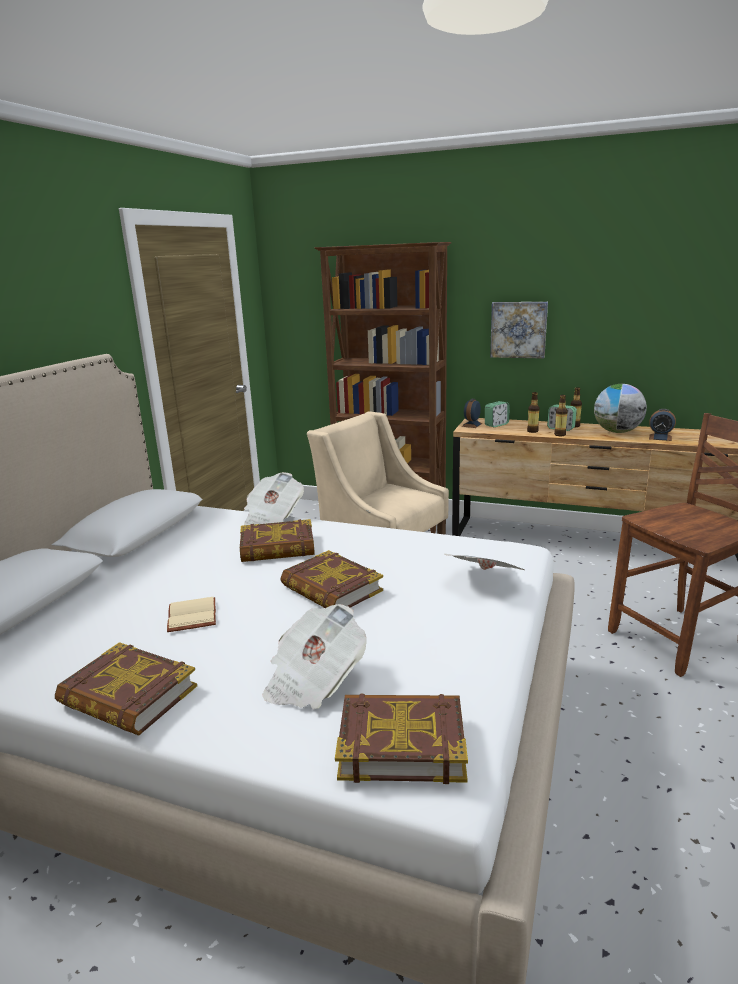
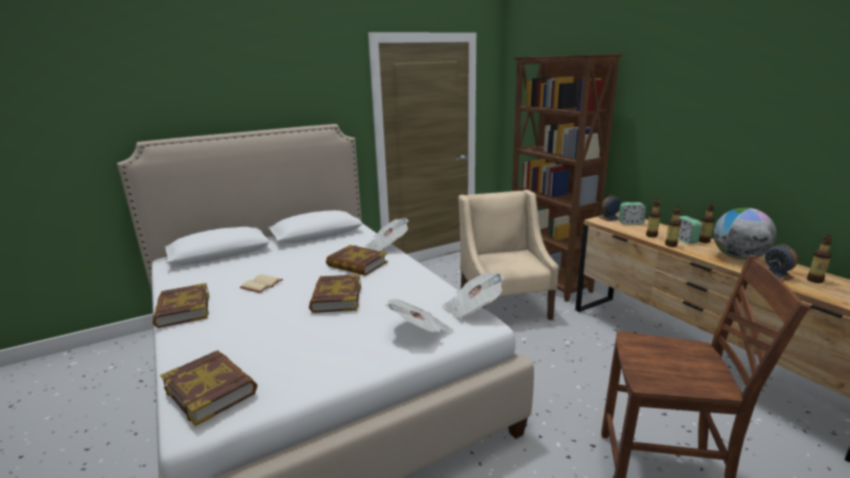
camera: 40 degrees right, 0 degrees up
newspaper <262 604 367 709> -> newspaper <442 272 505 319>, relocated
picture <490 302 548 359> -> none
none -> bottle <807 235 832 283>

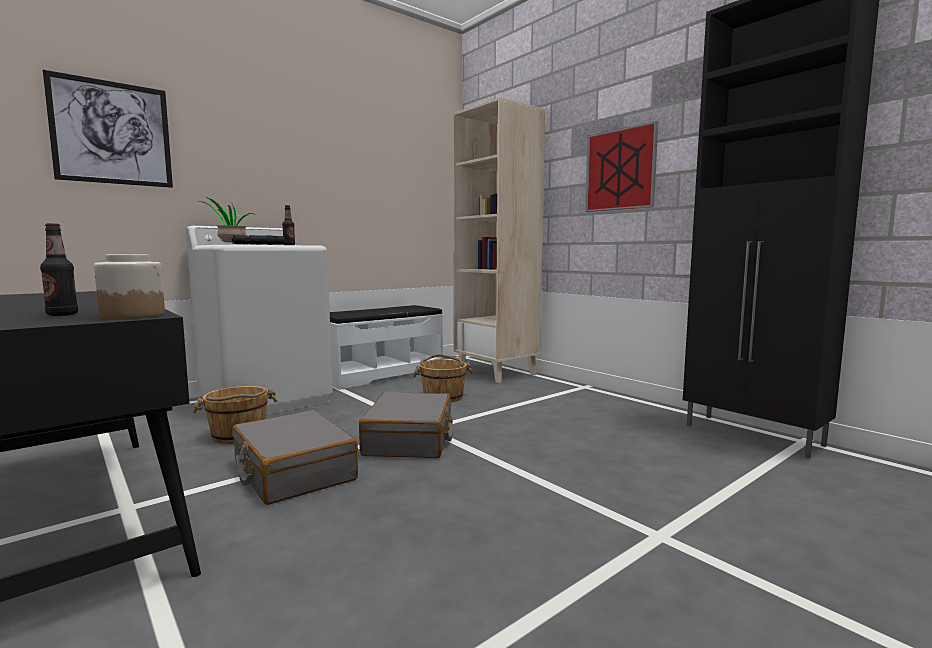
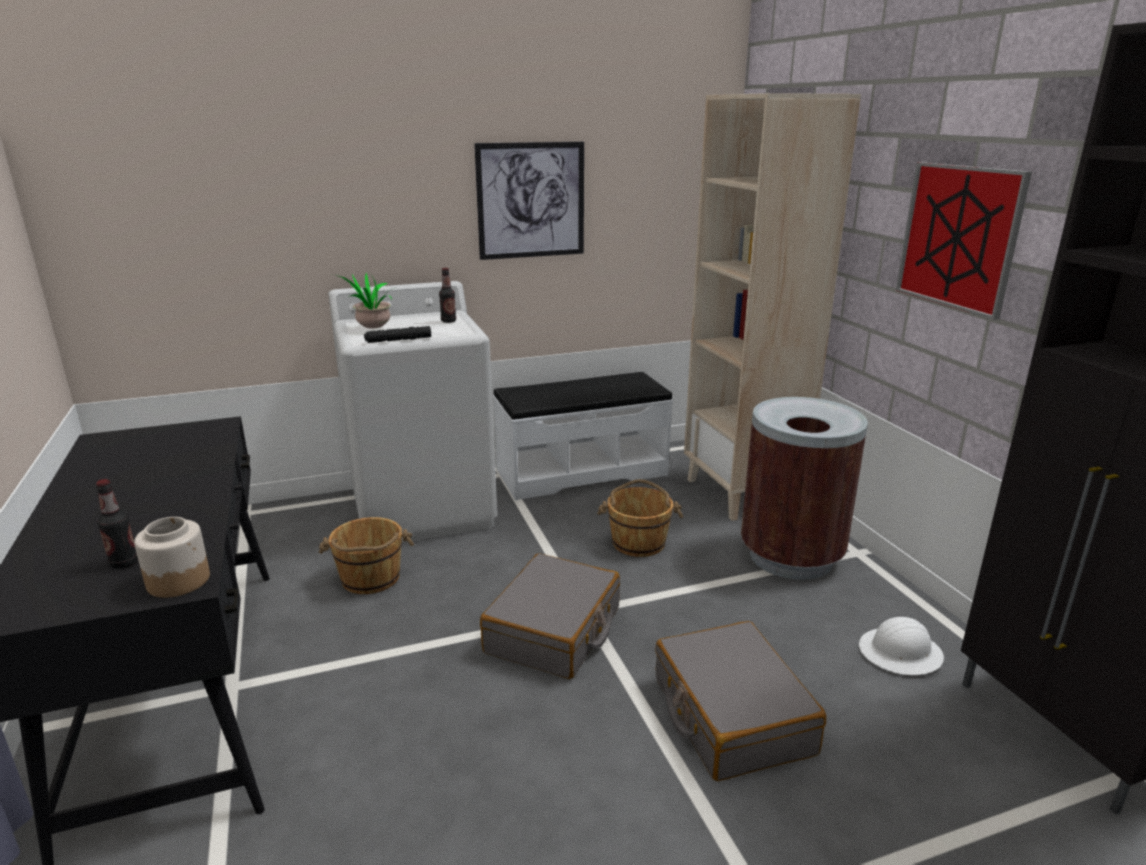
camera: 20 degrees right, 15 degrees up
picture <43 70 173 188> -> picture <474 142 584 260>, relocated
grey suitcase <232 410 358 505> -> grey suitcase <655 621 826 781>, relocated
none -> brown trash can <741 397 868 580>
none -> white hard hat <859 617 944 675>

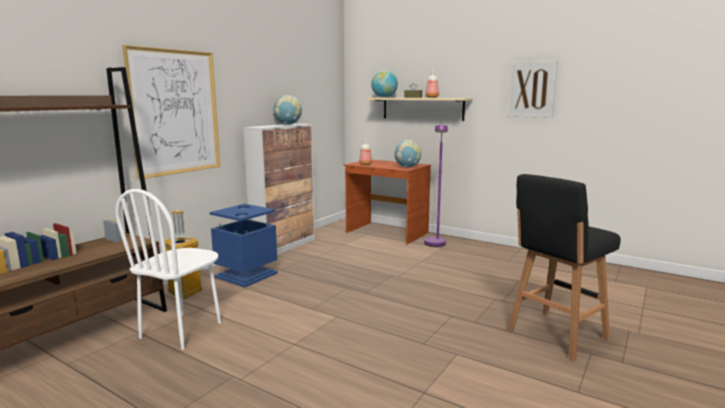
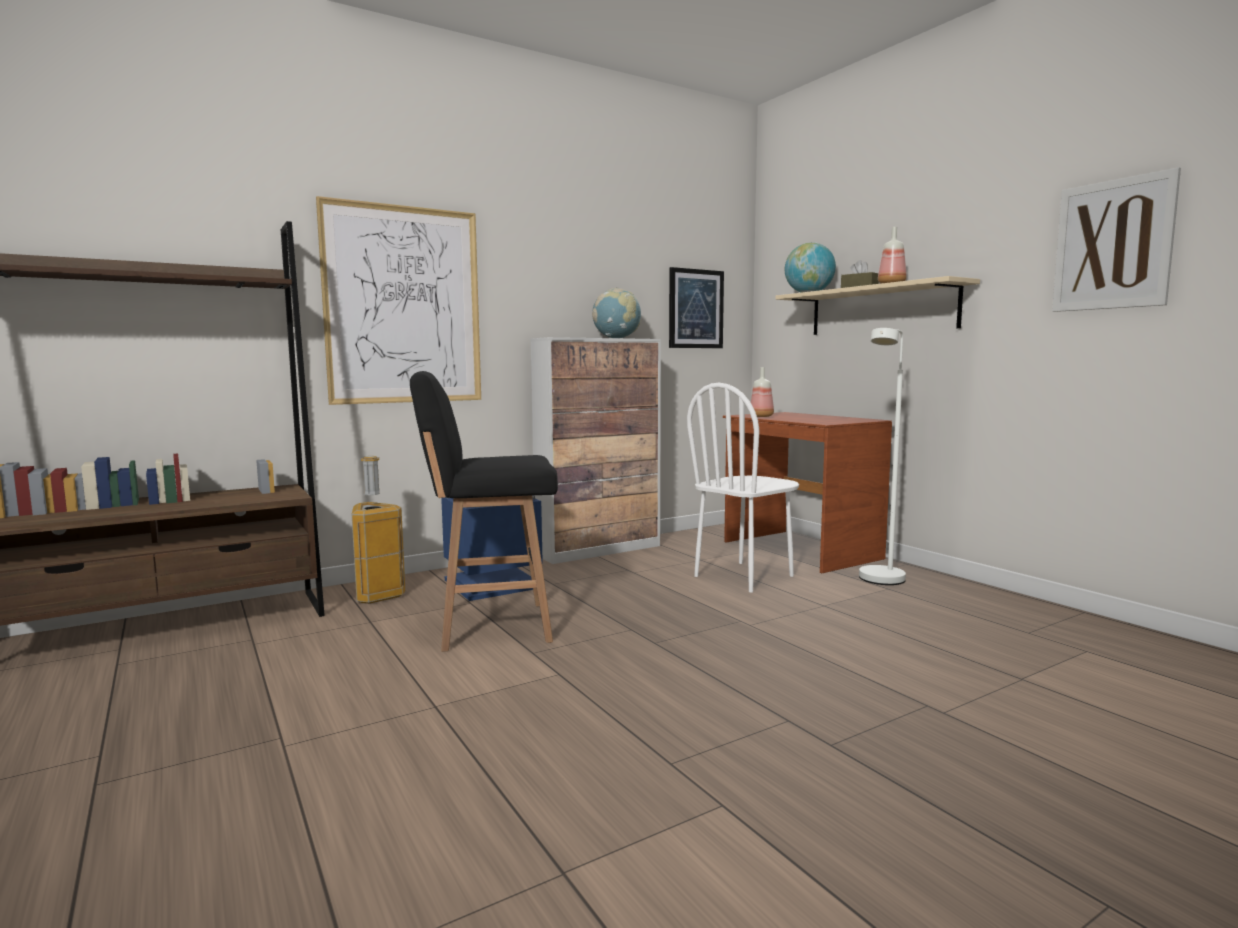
camera: 25 degrees right, 5 degrees down
white chair <115 189 221 350> -> white chair <687 383 799 593>, relocated
globe <394 140 421 167> -> none
purple floor lamp <424 123 448 247> -> white floor lamp <859 328 906 585>
black stool <507 174 621 361> -> black stool <410 371 558 652>, relocated
none -> picture <669 267 724 348>

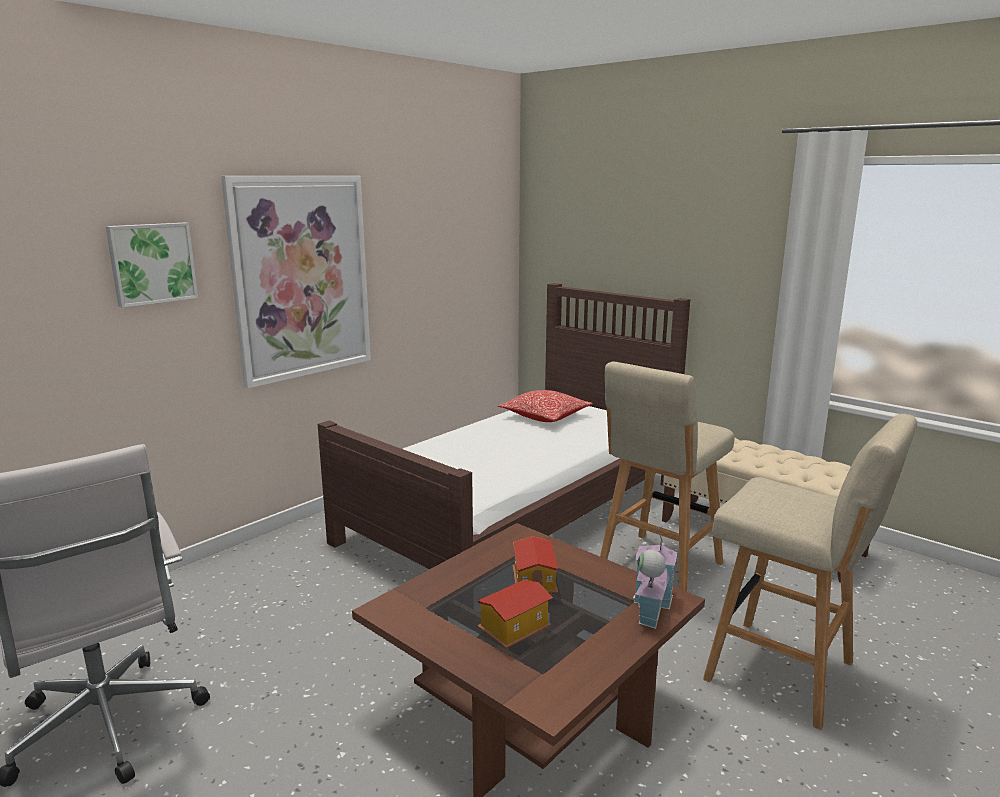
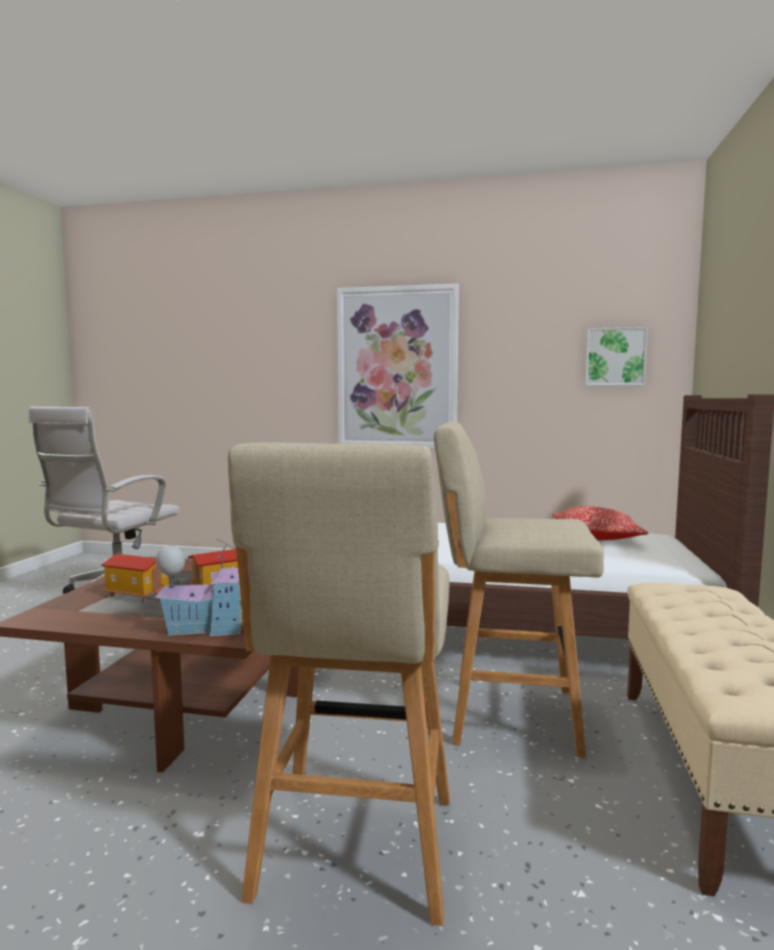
camera: 60 degrees right, 10 degrees down
picture <106 223 198 308> -> picture <585 327 648 386>, relocated

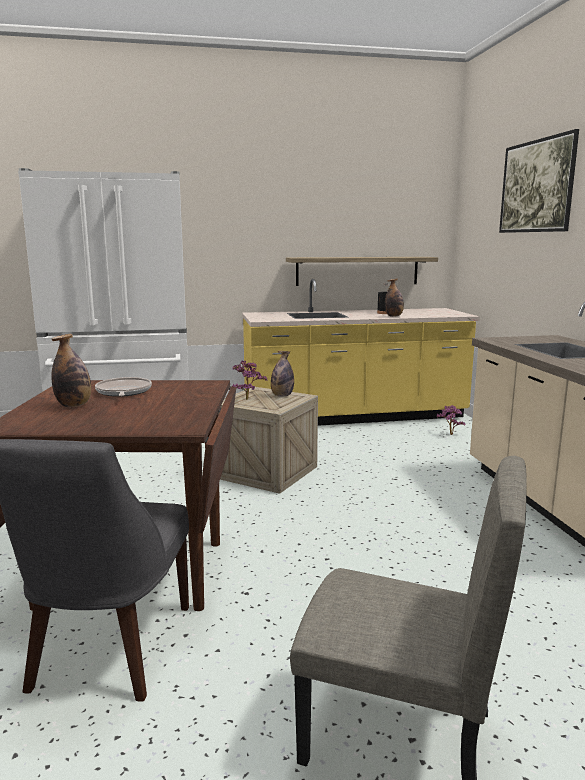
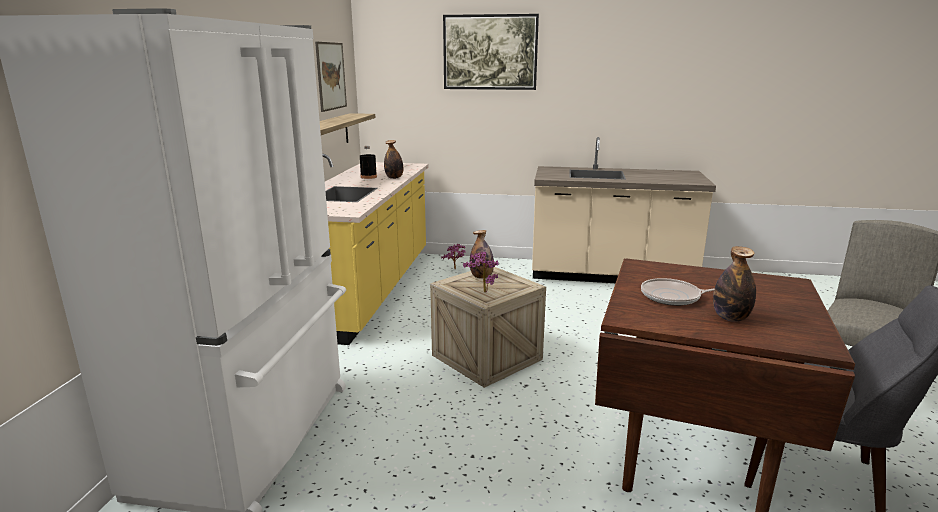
camera: 70 degrees left, 5 degrees up
none -> picture <315 42 347 112>

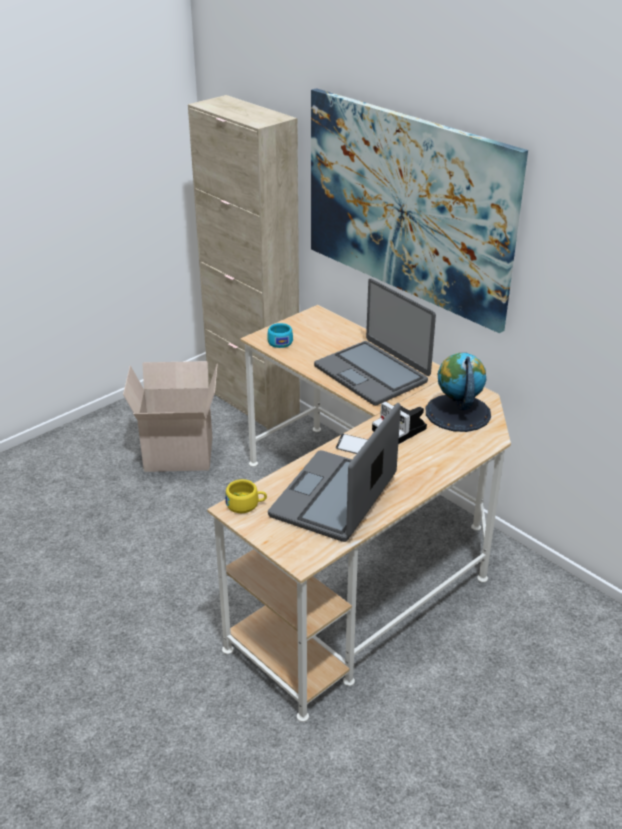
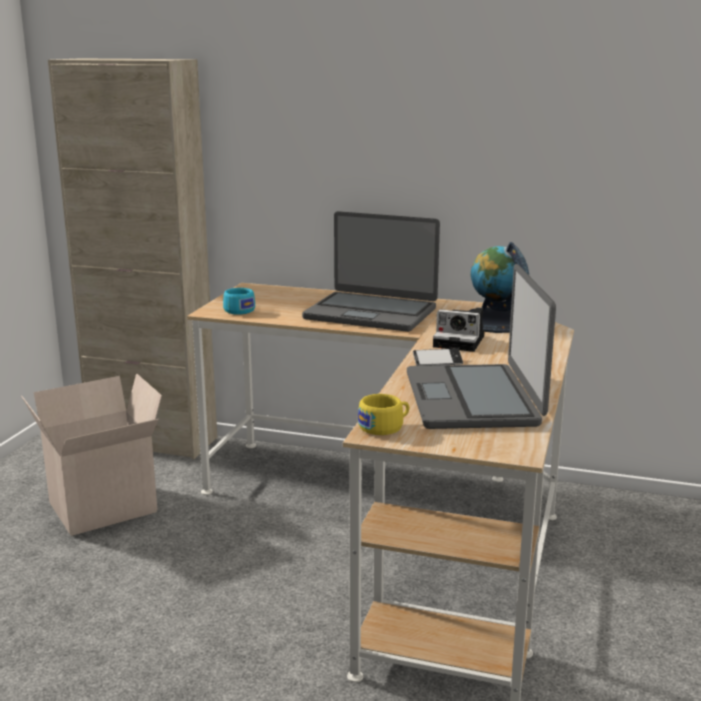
camera: 30 degrees left, 15 degrees down
picture <311 88 528 333> -> none

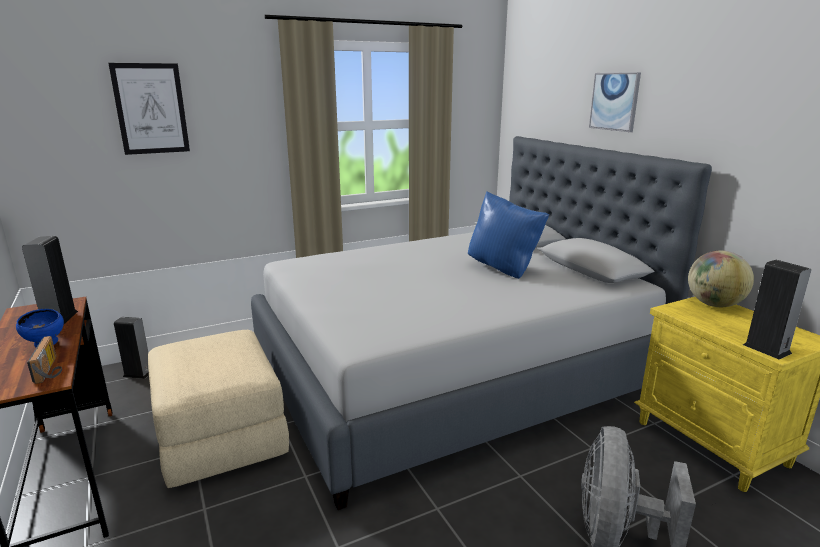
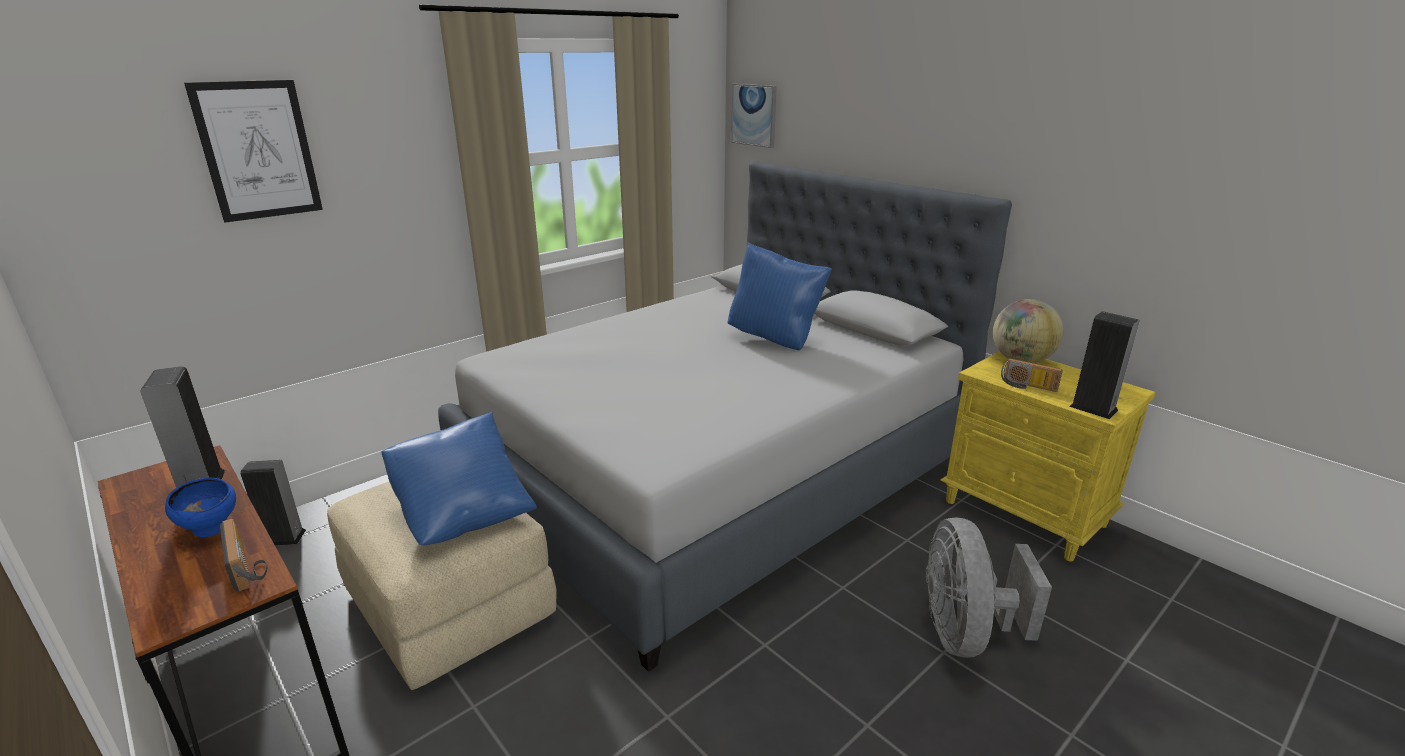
camera: 15 degrees left, 5 degrees up
picture <589 72 641 132> -> picture <731 84 777 148>, relocated
none -> blue pillow <381 412 537 545>
none -> radio <1001 358 1063 392>

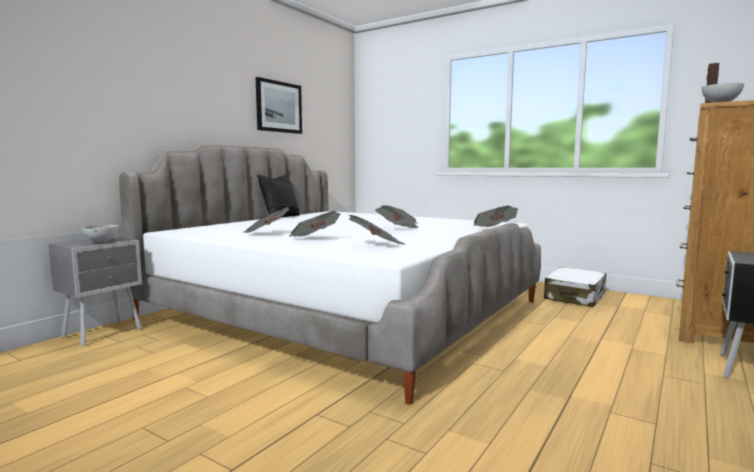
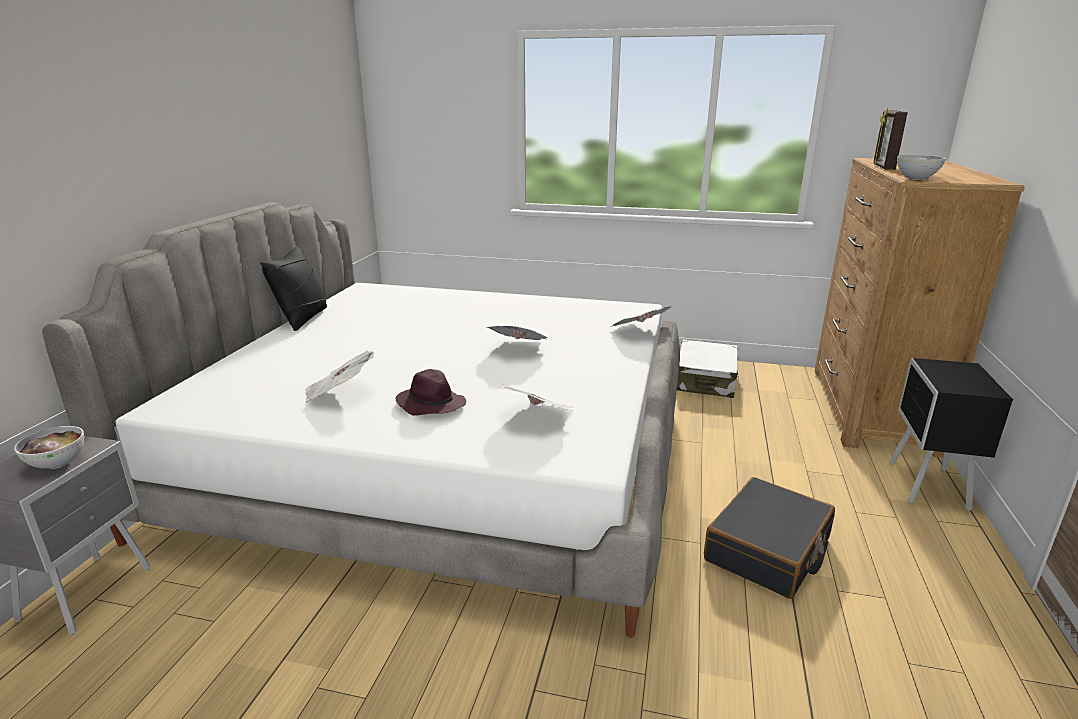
camera: 20 degrees left, 15 degrees up
picture <255 77 302 134> -> none
newspaper <289 211 341 237> -> purple hat <396 369 466 416>
none -> black suitcase <704 477 835 599>

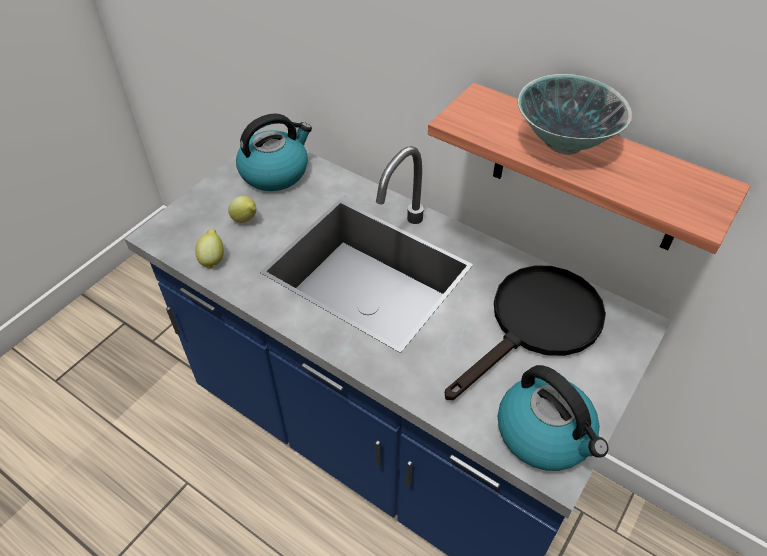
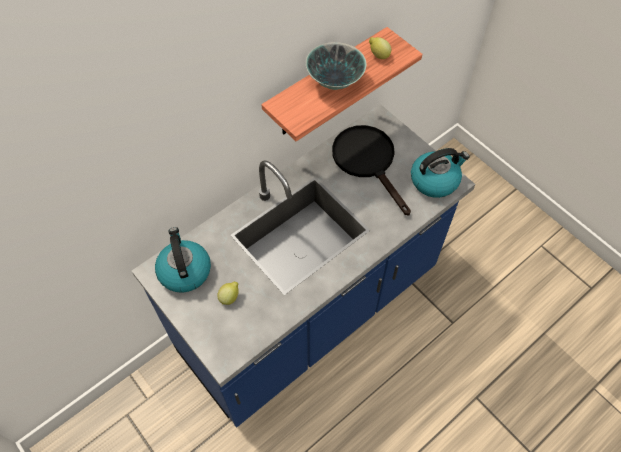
camera: 75 degrees left, 10 degrees up
lemon <195 229 224 269> -> lemon <369 37 391 59>, relocated

